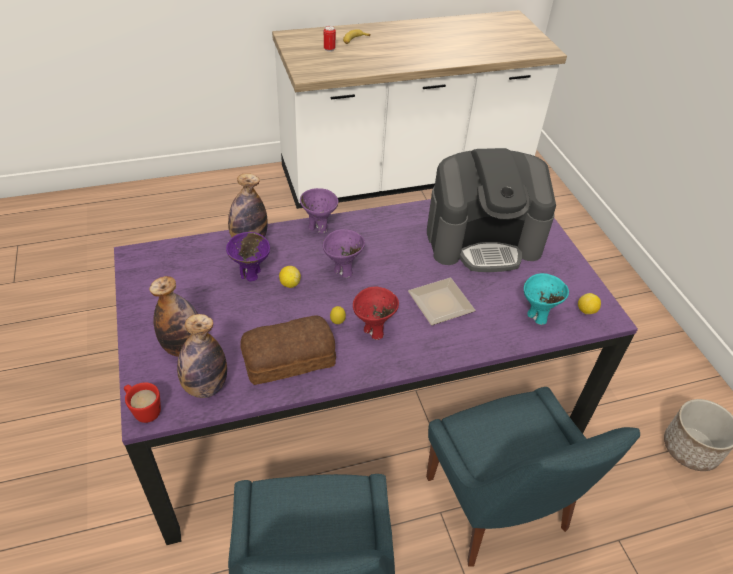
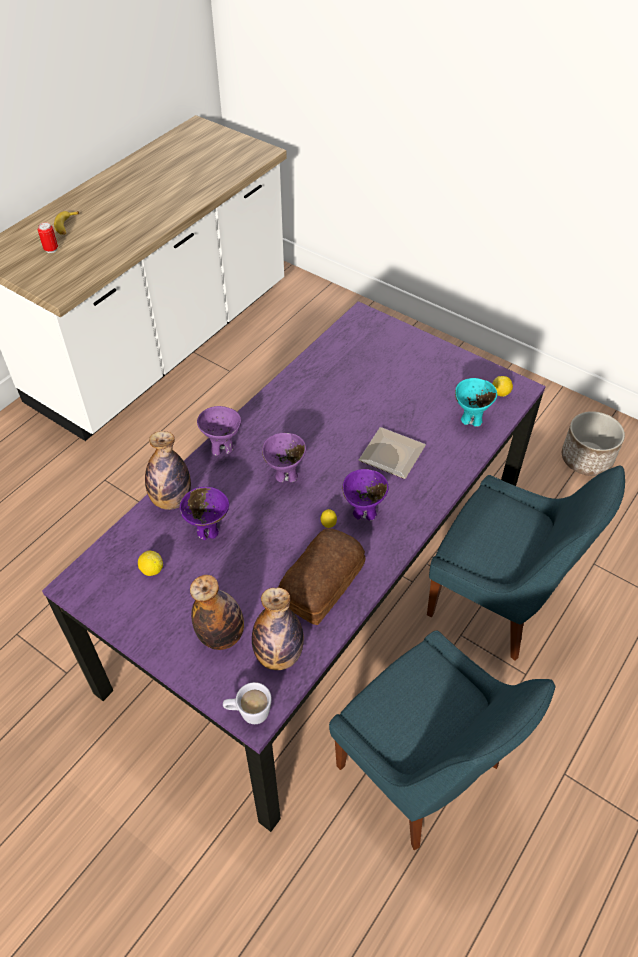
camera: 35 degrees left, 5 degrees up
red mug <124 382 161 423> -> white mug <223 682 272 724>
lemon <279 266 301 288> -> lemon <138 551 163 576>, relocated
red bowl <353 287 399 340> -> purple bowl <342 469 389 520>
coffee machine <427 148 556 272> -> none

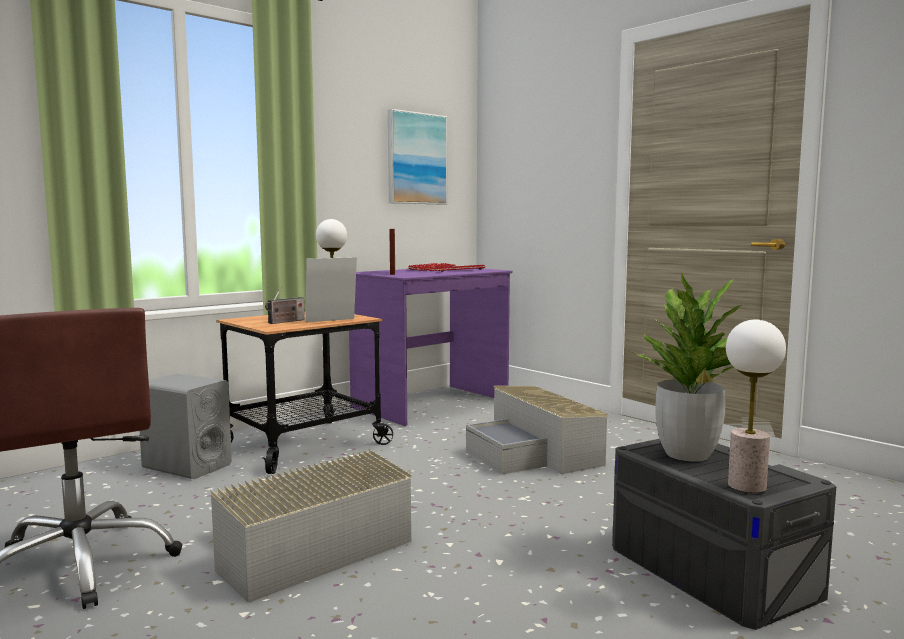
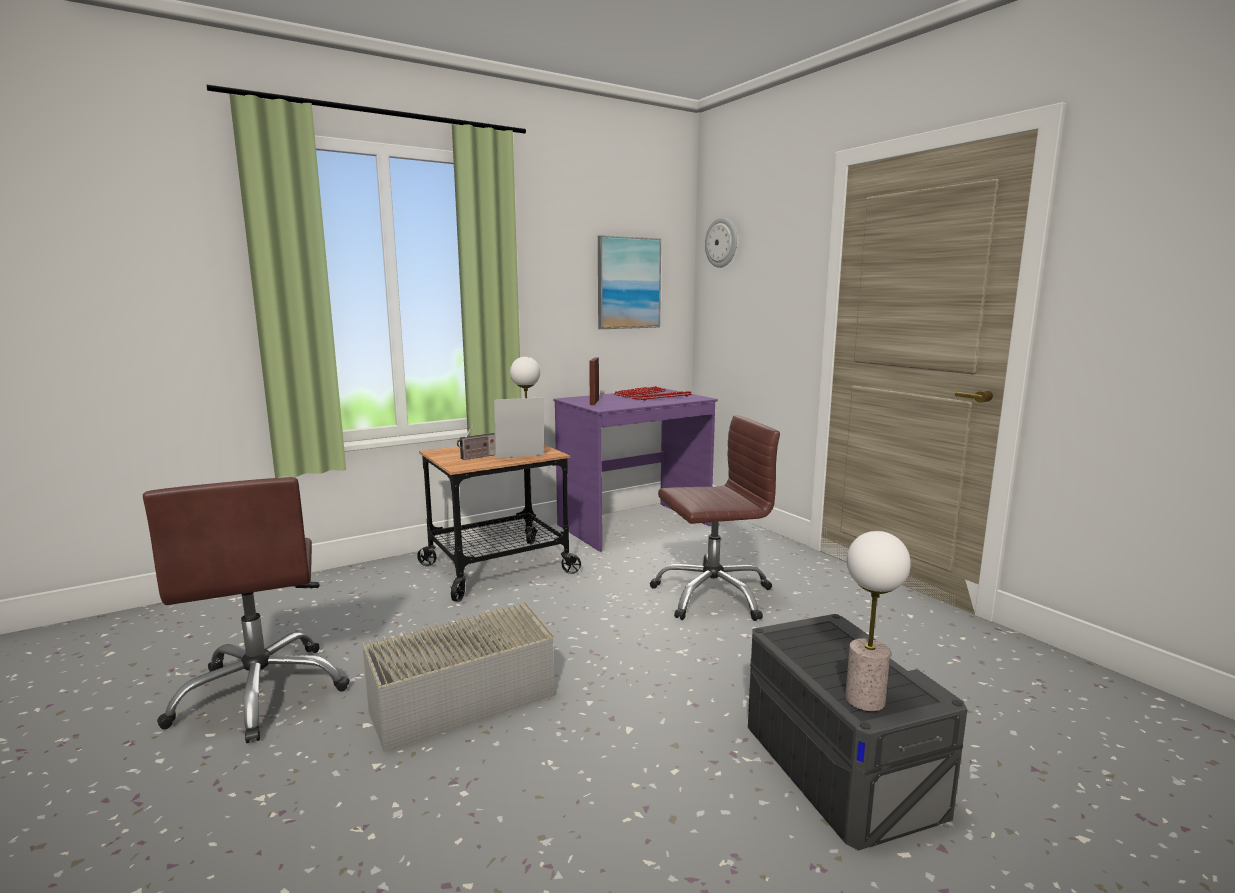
camera: 10 degrees right, 5 degrees up
grey speaker <140 373 232 479> -> none
grey storage box <466 386 608 475> -> brown office chair <650 415 780 621>
potted plant <631 272 742 462> -> none
none -> wall clock <705 217 737 268>

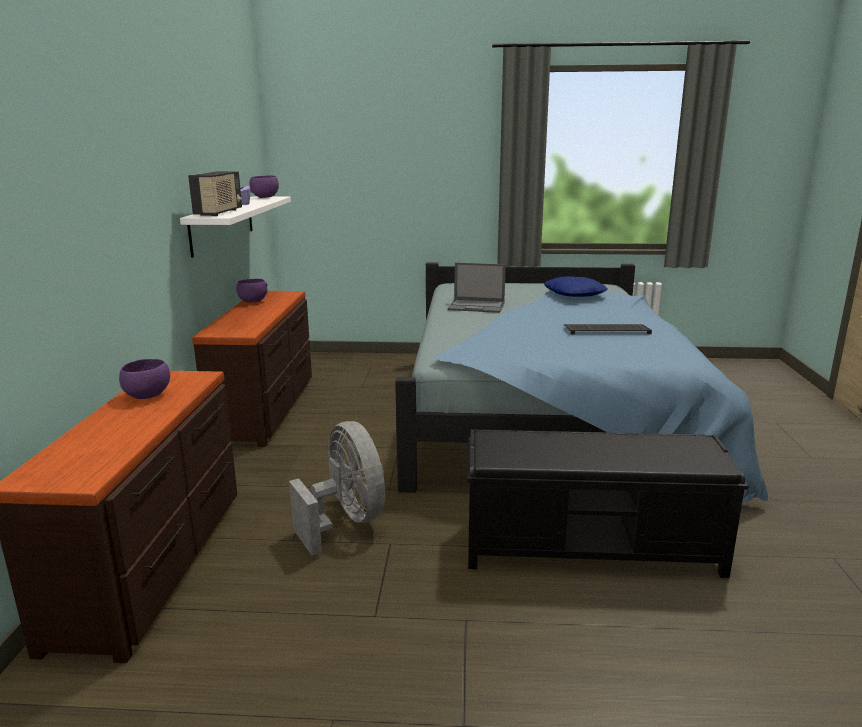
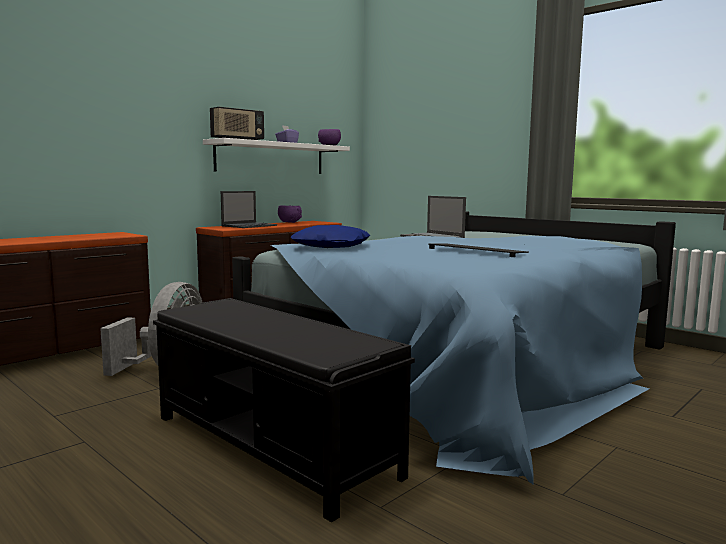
camera: 40 degrees right, 10 degrees down
purple bowl <119 359 170 399> -> none
blue pillow <544 276 608 297> -> blue pillow <291 225 370 248>, relocated
none -> laptop <221 191 277 228>

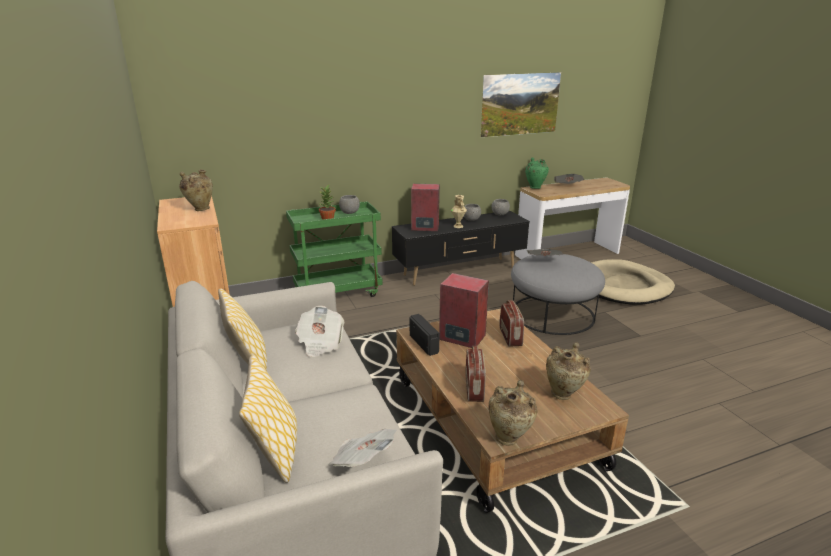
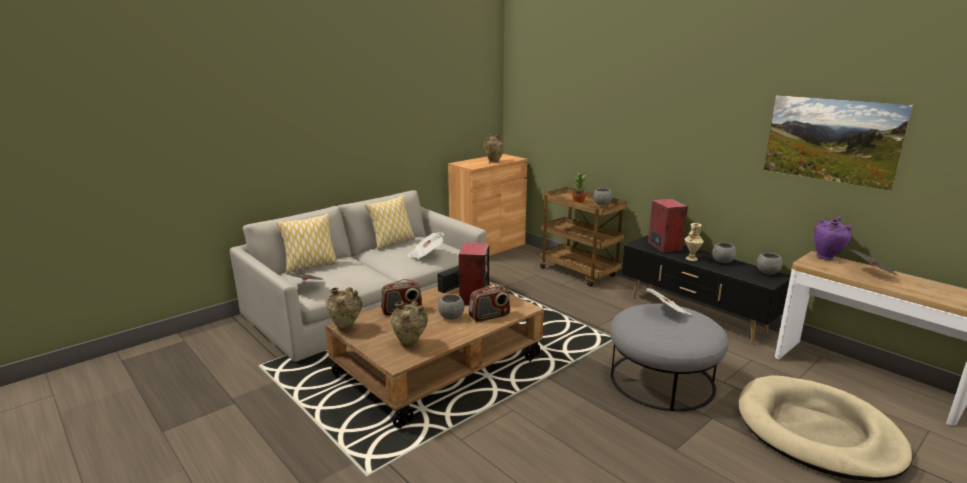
camera: 70 degrees right, 5 degrees down
green cart <286 201 383 297> -> brown cart <540 187 627 287>
green vase <525 157 549 189> -> purple vase <814 216 852 260>
none -> grey bowl <438 294 464 320>

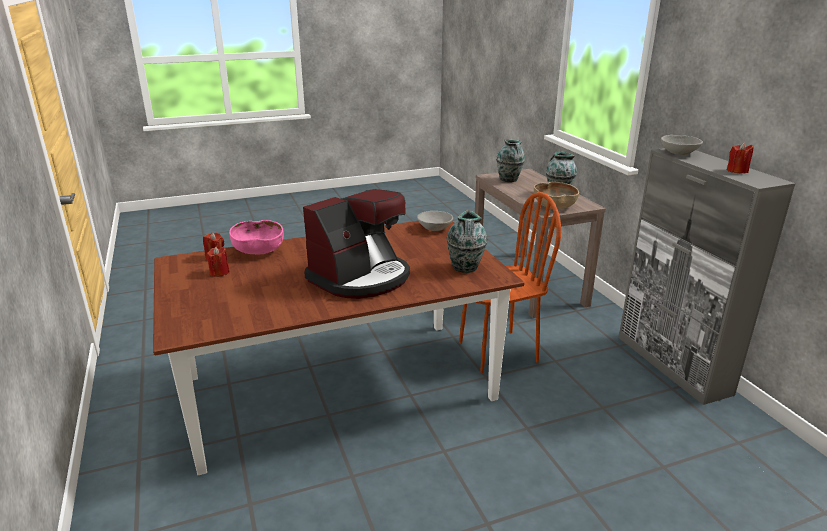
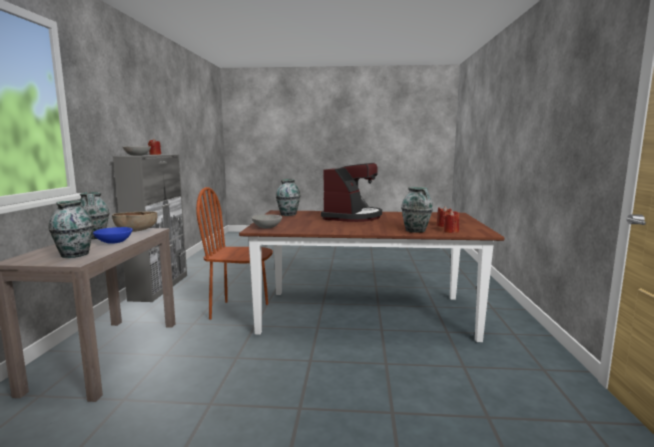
camera: 155 degrees left, 15 degrees down
pink bowl <229 220 284 254> -> vase <401 187 433 233>
coffee machine <303 189 410 299> -> coffee machine <321 163 382 222>, 135 degrees clockwise
none -> blue bowl <93 227 133 244>

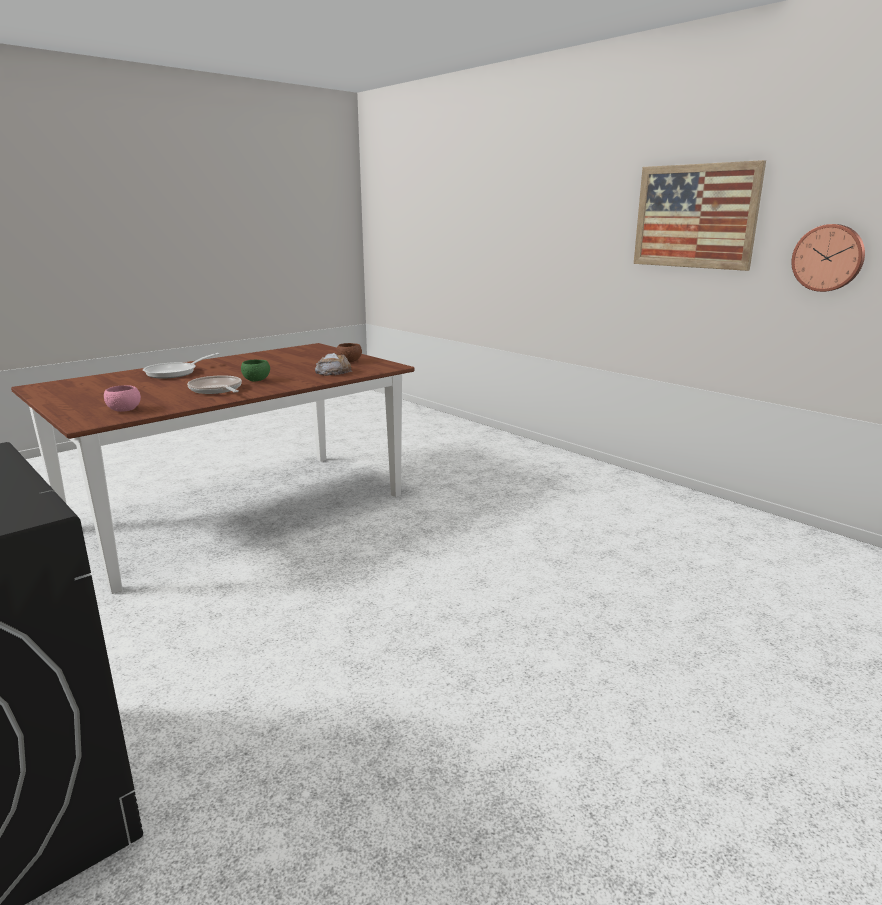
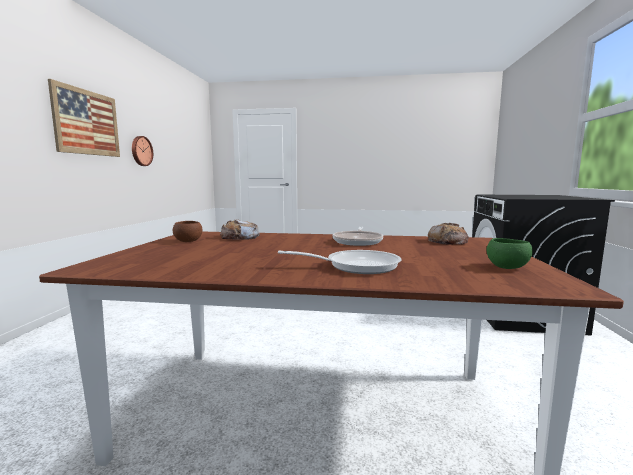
camera: 130 degrees left, 10 degrees down
pink bowl <104 385 141 412> -> bread <428 223 469 245>
green bowl <241 360 270 382> -> green bowl <487 238 533 269>, relocated

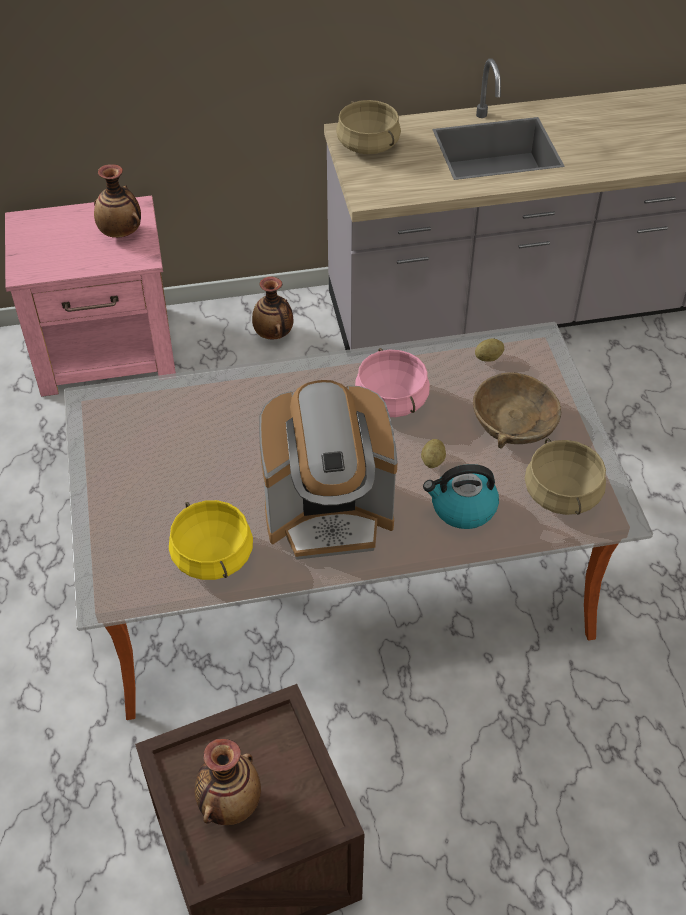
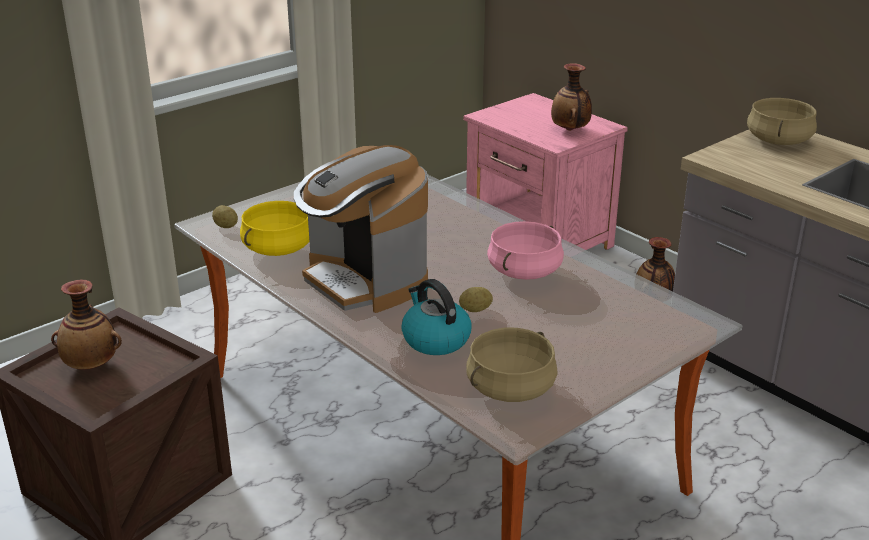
camera: 60 degrees right, 20 degrees down
brown bowl <473 372 561 449> -> none
potato <475 338 504 361> -> potato <212 205 238 228>, relocated

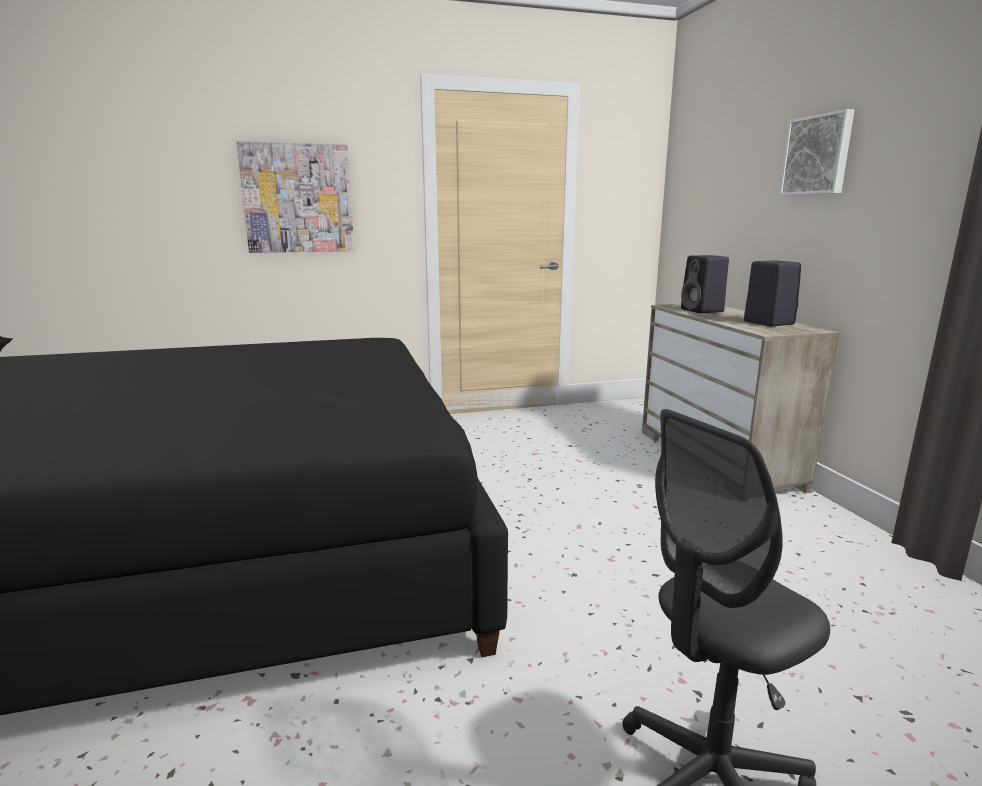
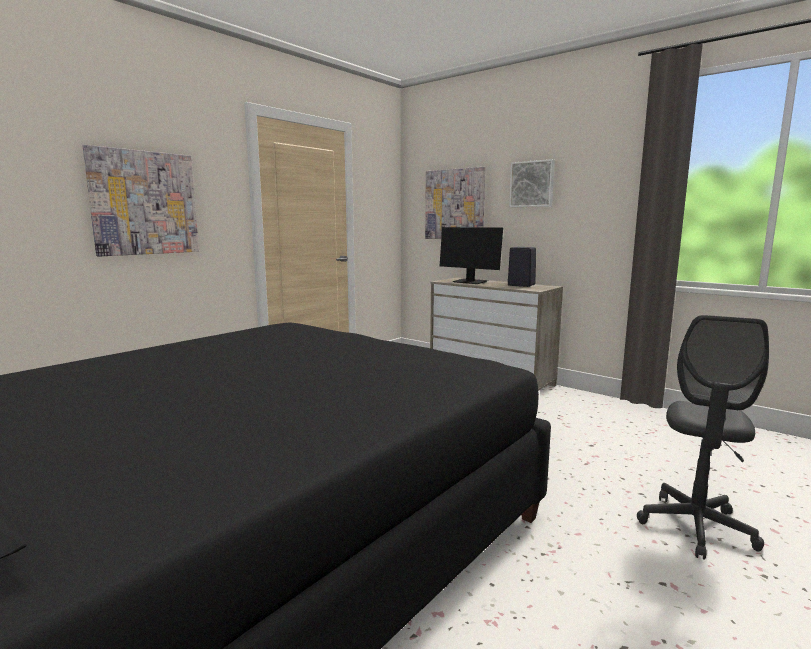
camera: 35 degrees left, 5 degrees down
black speaker <681 255 729 313> -> monitor <440 227 503 284>
none -> picture <425 167 485 239>

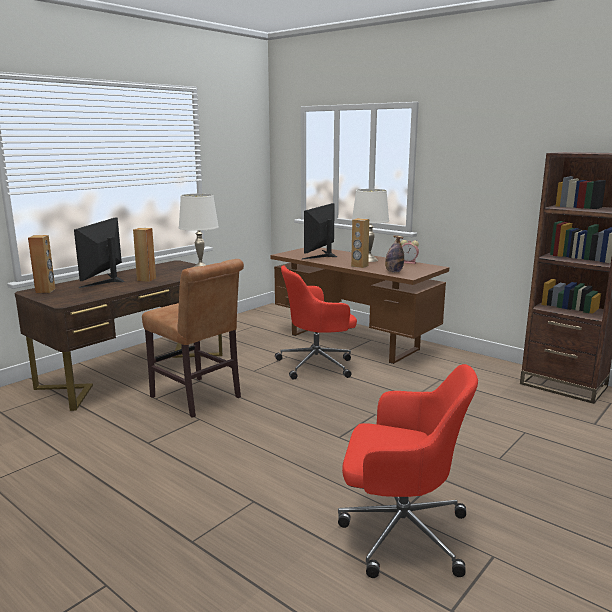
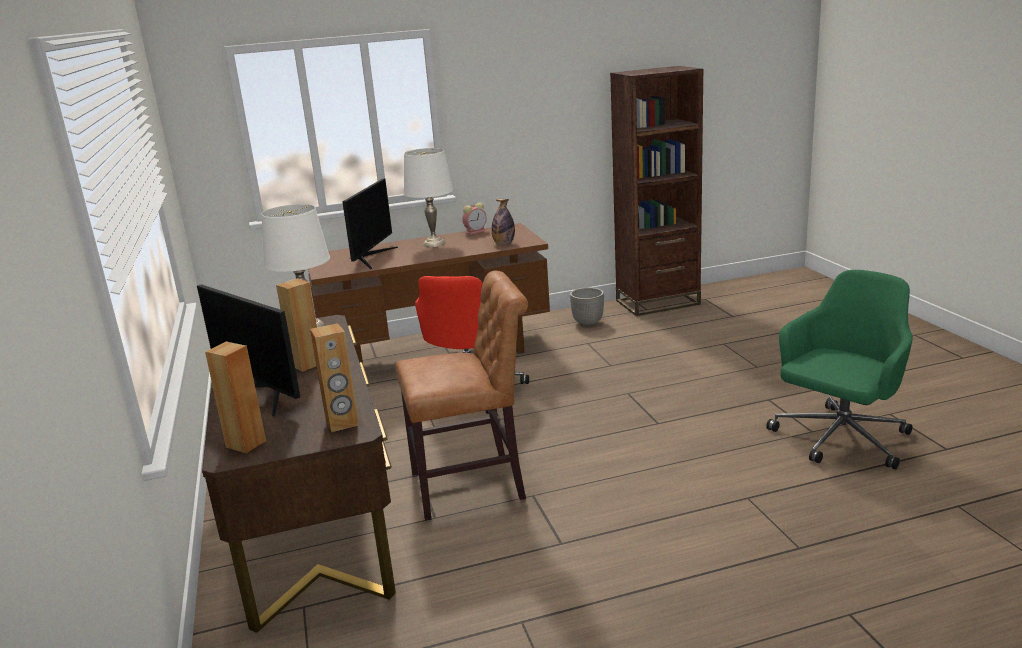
camera: 55 degrees left, 5 degrees up
monitor <302 203 337 259> -> monitor <342 178 398 269>, 135 degrees counterclockwise
red office chair <338 364 478 578> -> green office chair <766 270 913 470>
brown speaker <351 218 369 268> -> brown speaker <310 323 359 432>, relocated
none -> planter <570 287 604 327>

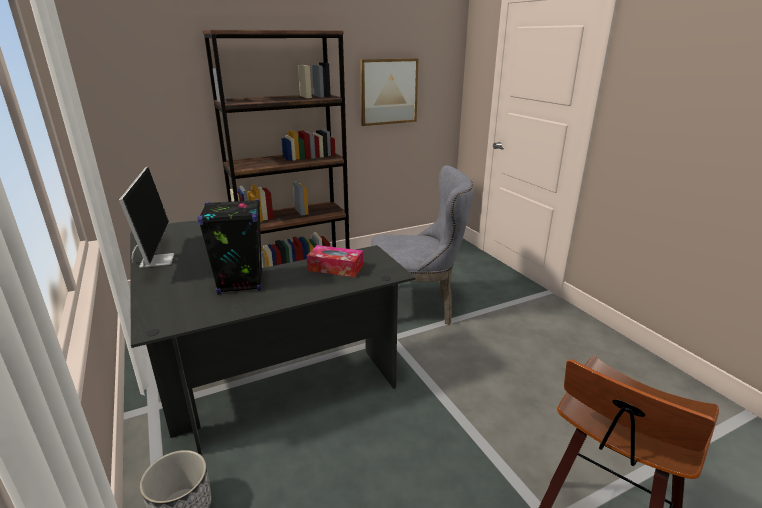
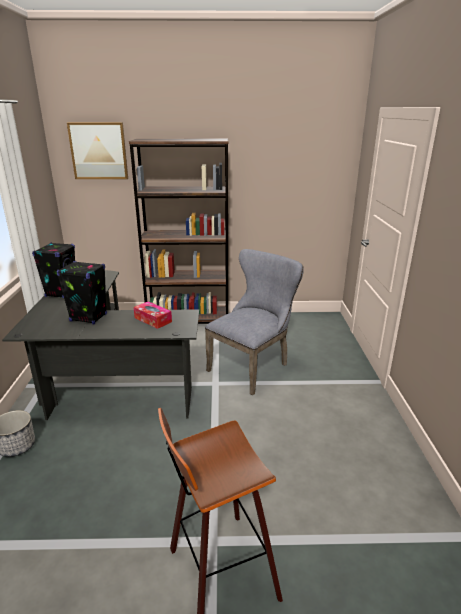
camera: 25 degrees right, 0 degrees up
monitor <119 167 174 268> -> black speaker <32 242 75 298>
picture <360 58 419 126> -> picture <67 122 128 179>, relocated
grey chair <371 165 474 325> -> grey chair <205 249 304 395>, 75 degrees counterclockwise

